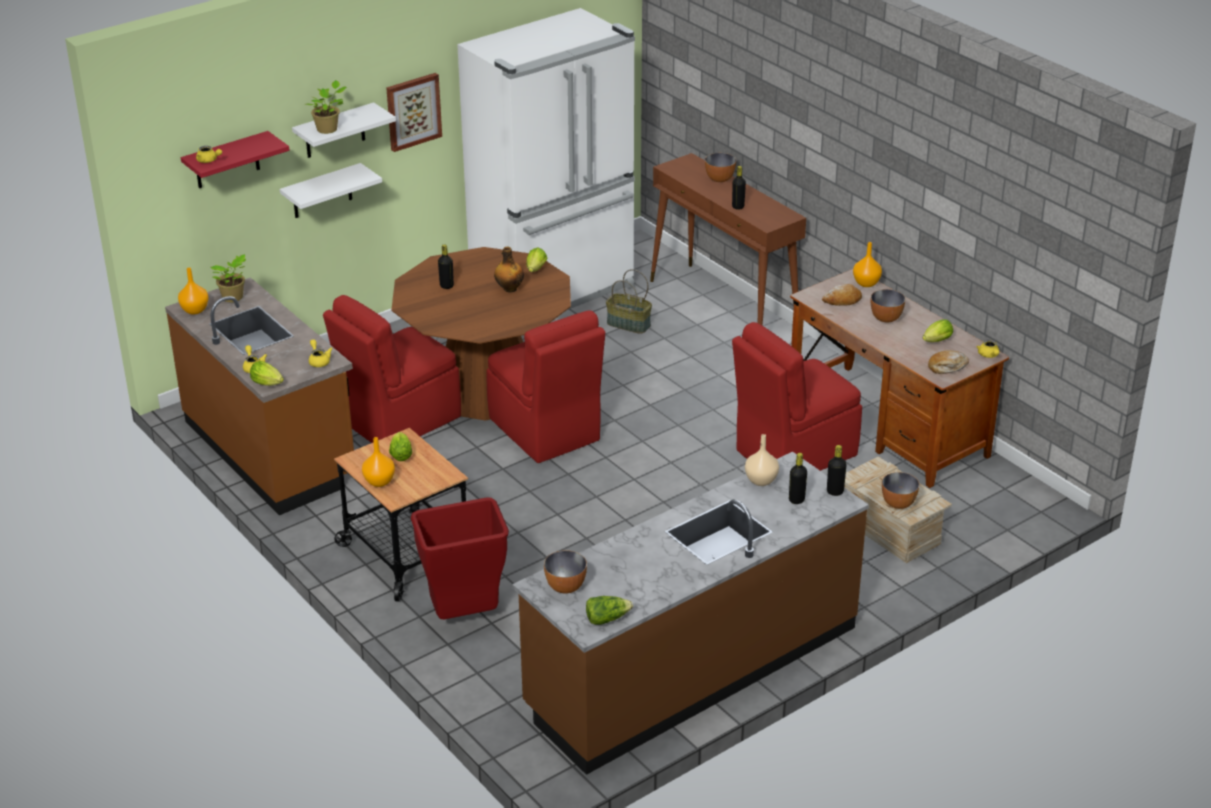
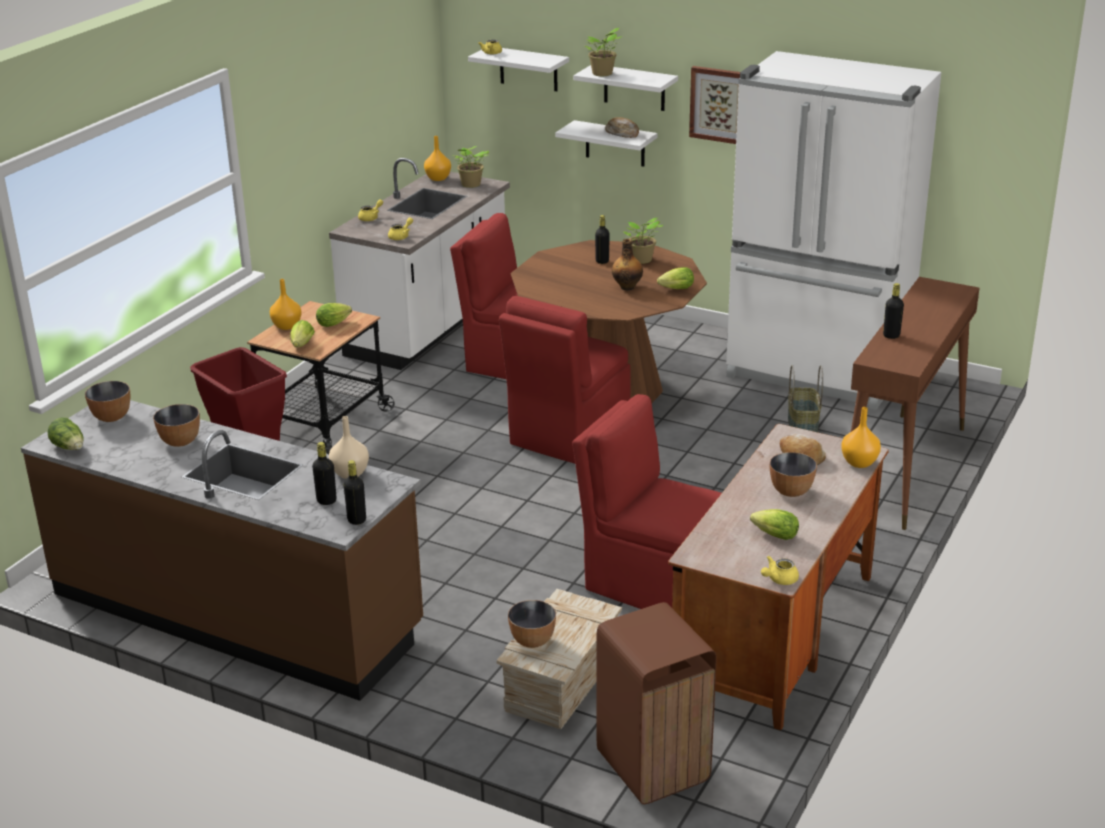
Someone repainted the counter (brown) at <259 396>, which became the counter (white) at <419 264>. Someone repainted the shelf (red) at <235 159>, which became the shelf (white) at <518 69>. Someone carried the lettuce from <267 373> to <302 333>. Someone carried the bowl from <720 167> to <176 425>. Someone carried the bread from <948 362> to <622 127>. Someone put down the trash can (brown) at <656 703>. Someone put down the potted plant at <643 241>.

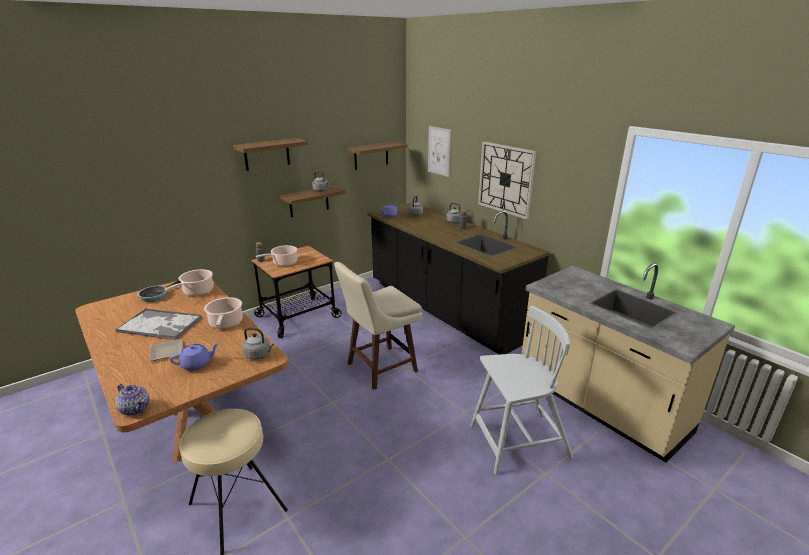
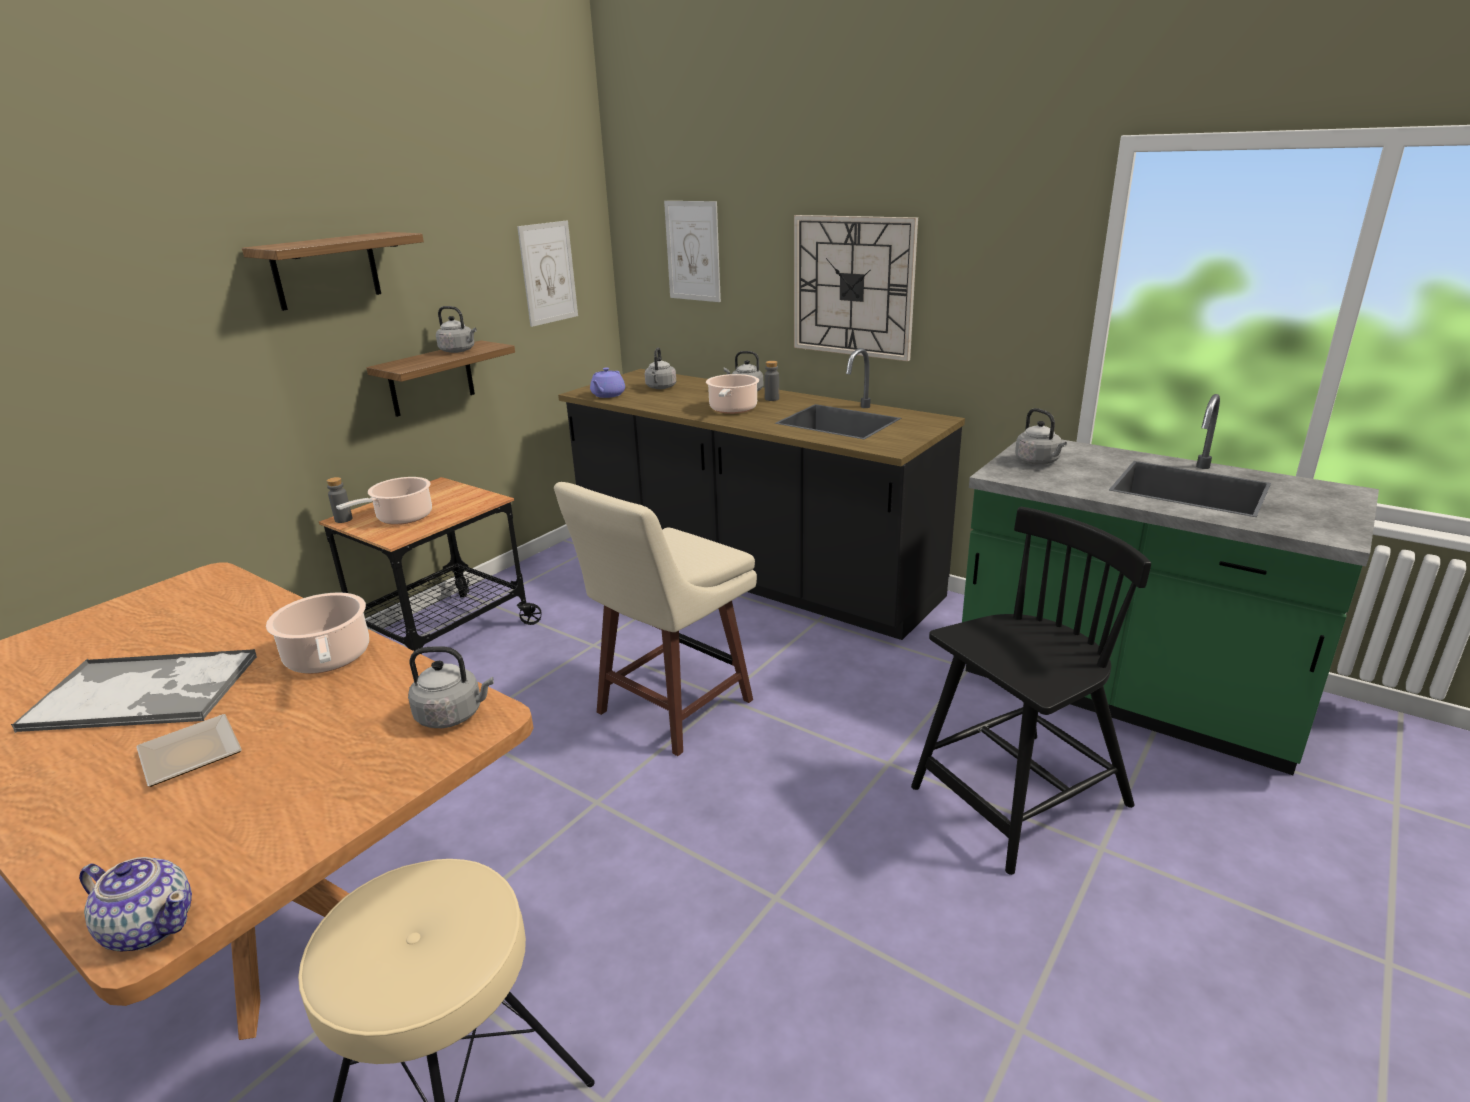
Someone took away the frying pan at <159 291>. Someone carried the cooking pot from <188 282> to <732 394>. Someone took away the teapot (purple) at <194 357>. Someone swapped the shelf at <377 155> for the picture at <547 273>. Someone repainted the chair (white) at <521 390>, which became the chair (black) at <1031 691>. Someone repainted the counter (beige) at <628 363>, which became the counter (green) at <1170 584>. Someone put down the kettle (grey) at <1041 436>.

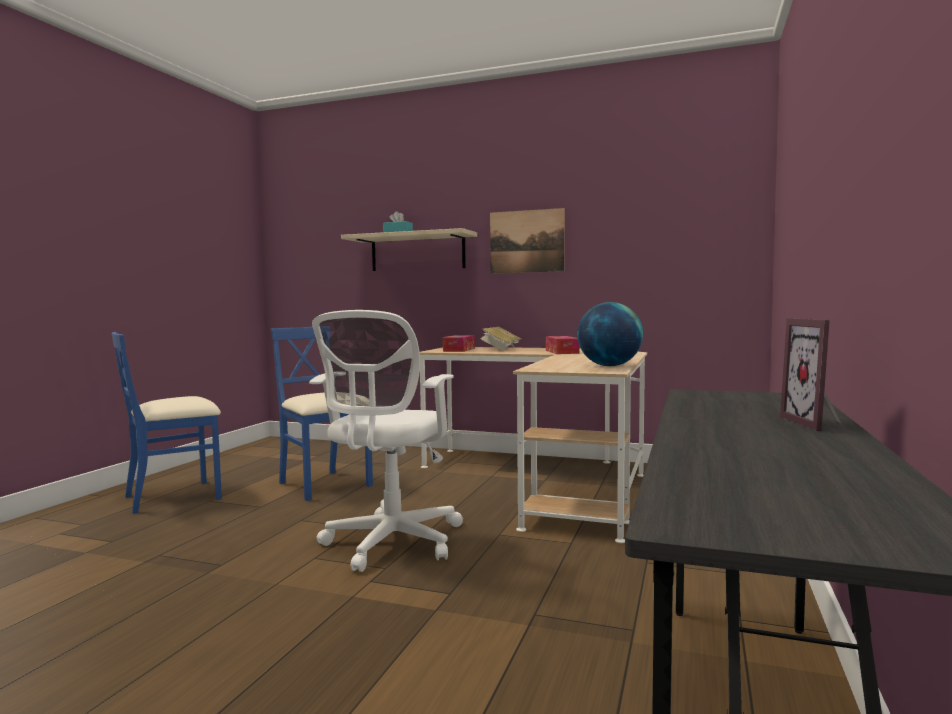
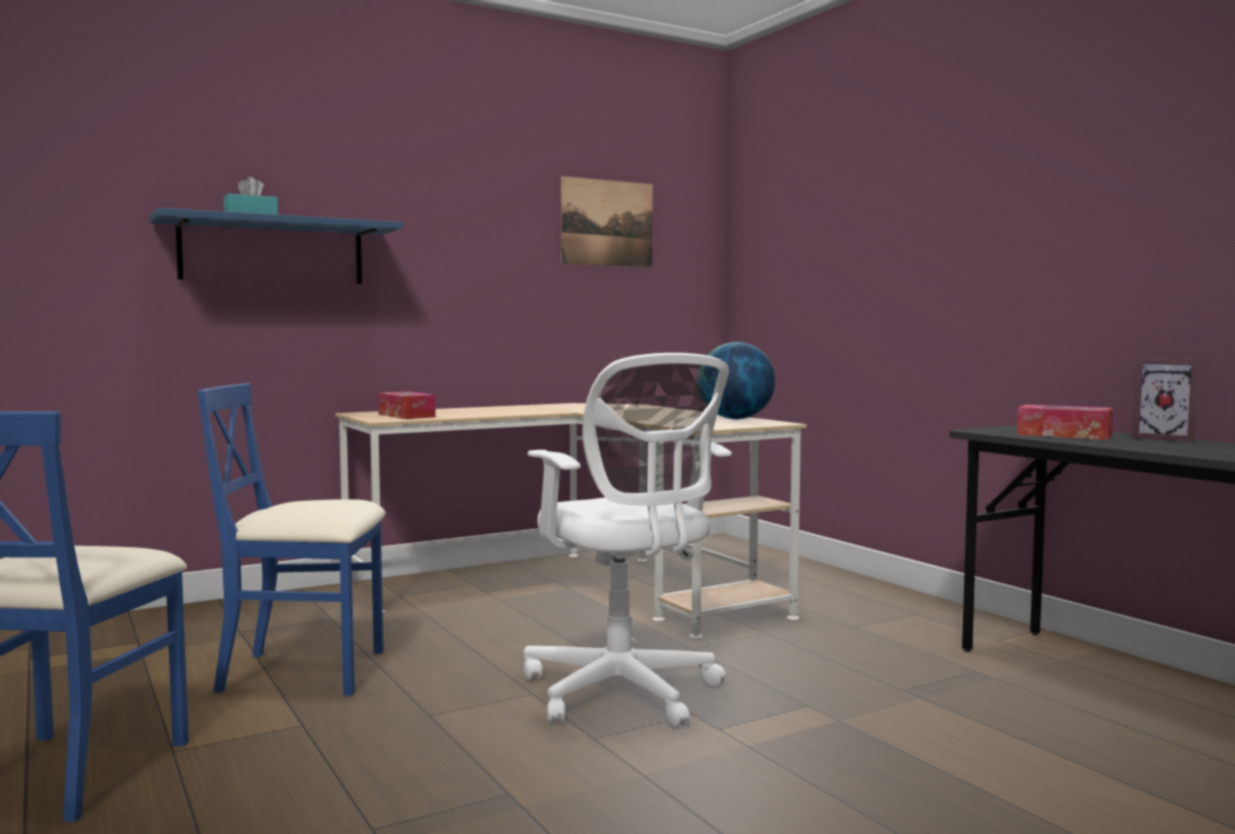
Someone repainted the shelf (beige) at <409 249>, which became the shelf (blue) at <276 246>. Someone took away the book at <500 339>. Someone carried the picture from <527 241> to <607 221>. Someone carried the tissue box from <562 345> to <1065 422>.

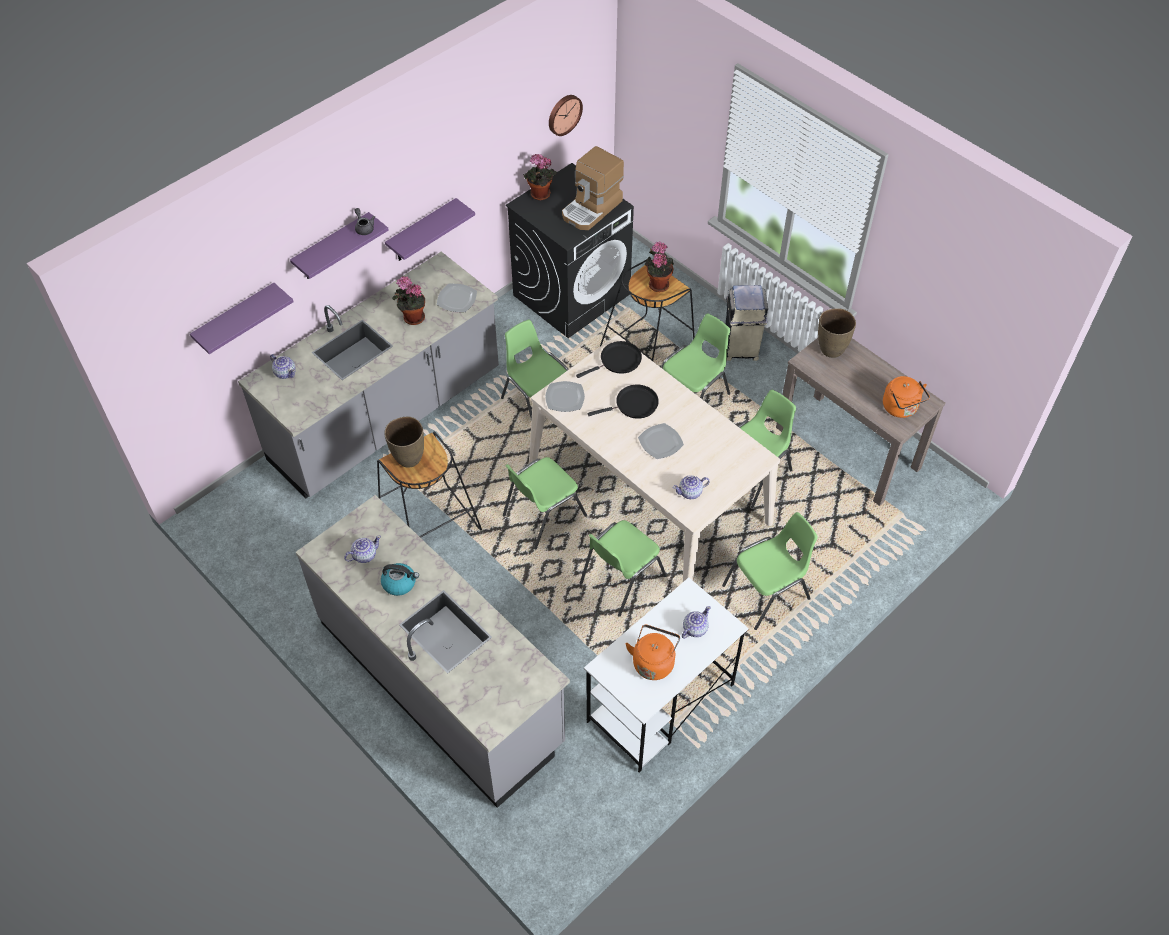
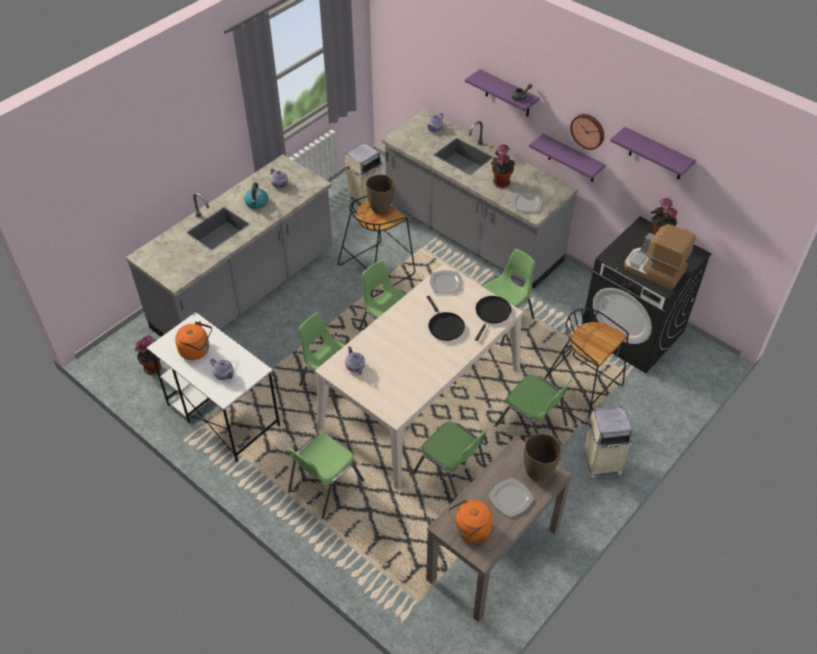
Someone carried the shelf (purple) from <242 318> to <653 153>. Someone carried the wall clock from <566 115> to <587 132>. Someone rotated the frying pan (black) at <609 359> by 120 degrees counterclockwise. Someone carried the plate from <661 441> to <511 497>. Someone carried the potted plant from <659 267> to <148 354>. Someone rotated the chair (green) at <770 571> by 75 degrees clockwise. Someone put down the trash can (beige) at <363 174>.

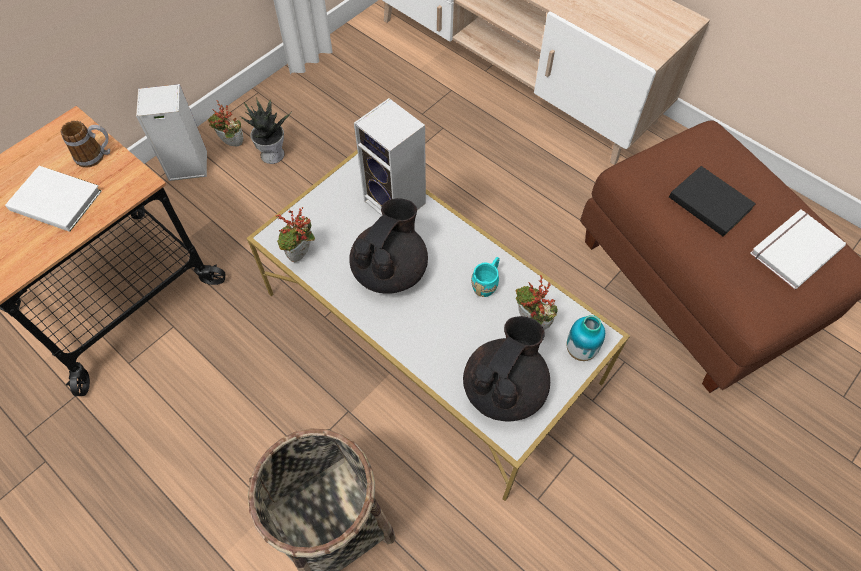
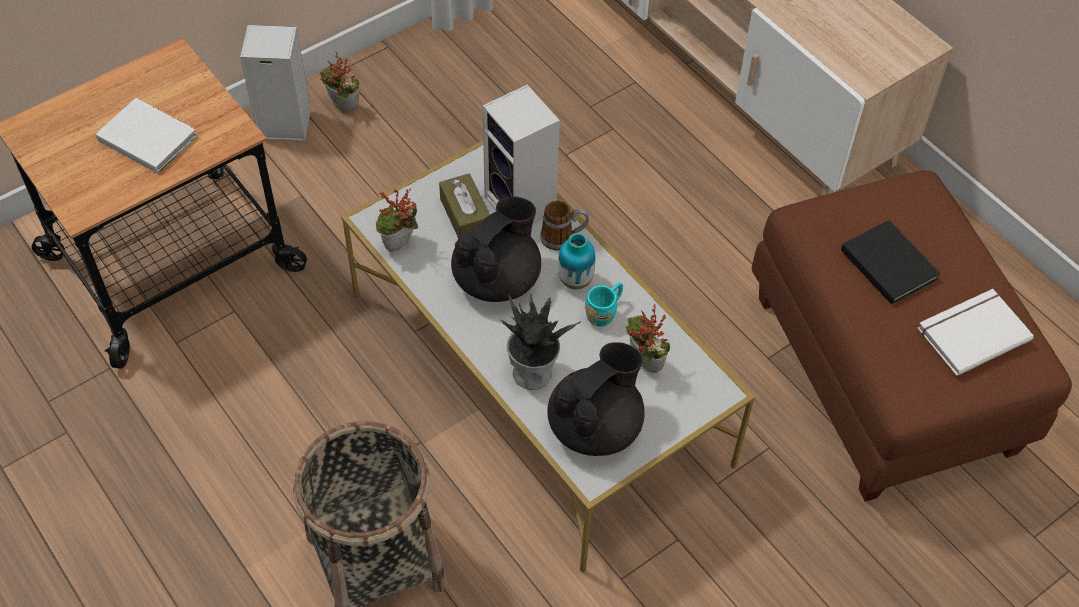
Someone carried the mug from <85 144> to <564 225>. Someone carried the potted plant from <266 130> to <541 342>. Someone carried the vase from <586 338> to <576 261>. Someone put down the tissue box (brown) at <464 206>.

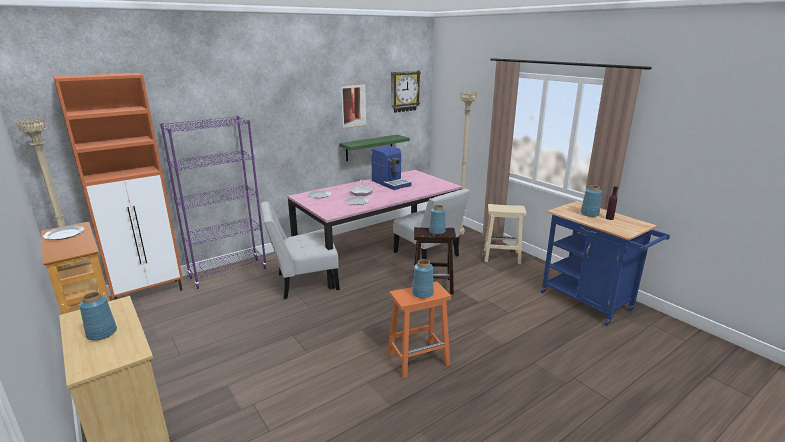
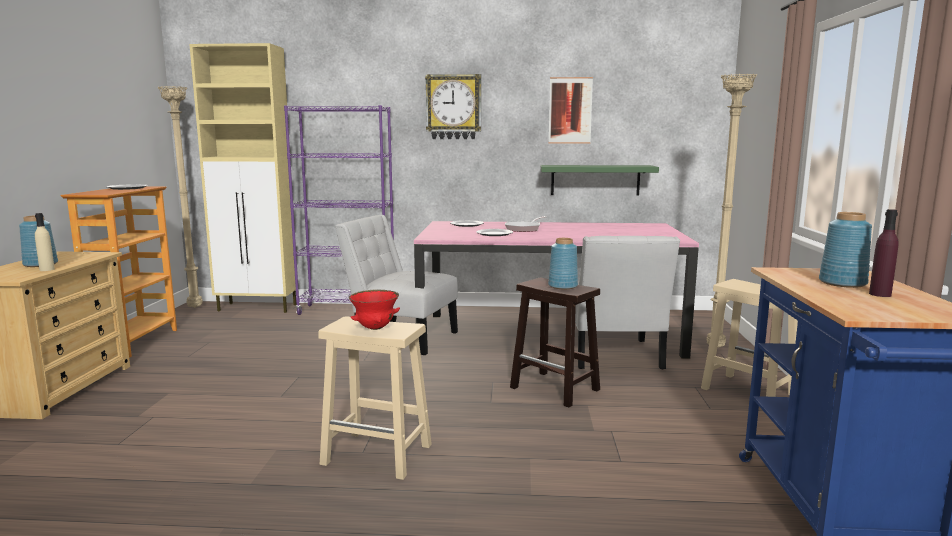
Someone repainted the cabinet (orange) at <118 186>, which became the cabinet (beige) at <242 178>. Someone took away the coffee machine at <391 168>. Someone repainted the stool (orange) at <419 330>, which became the stool (beige) at <375 398>. Someone carried the wall clock from <406 92> to <453 106>. Someone swapped the vase (blue) at <423 279> for the bowl (red) at <374 310>. Someone put down the bottle (beige) at <45 242>.

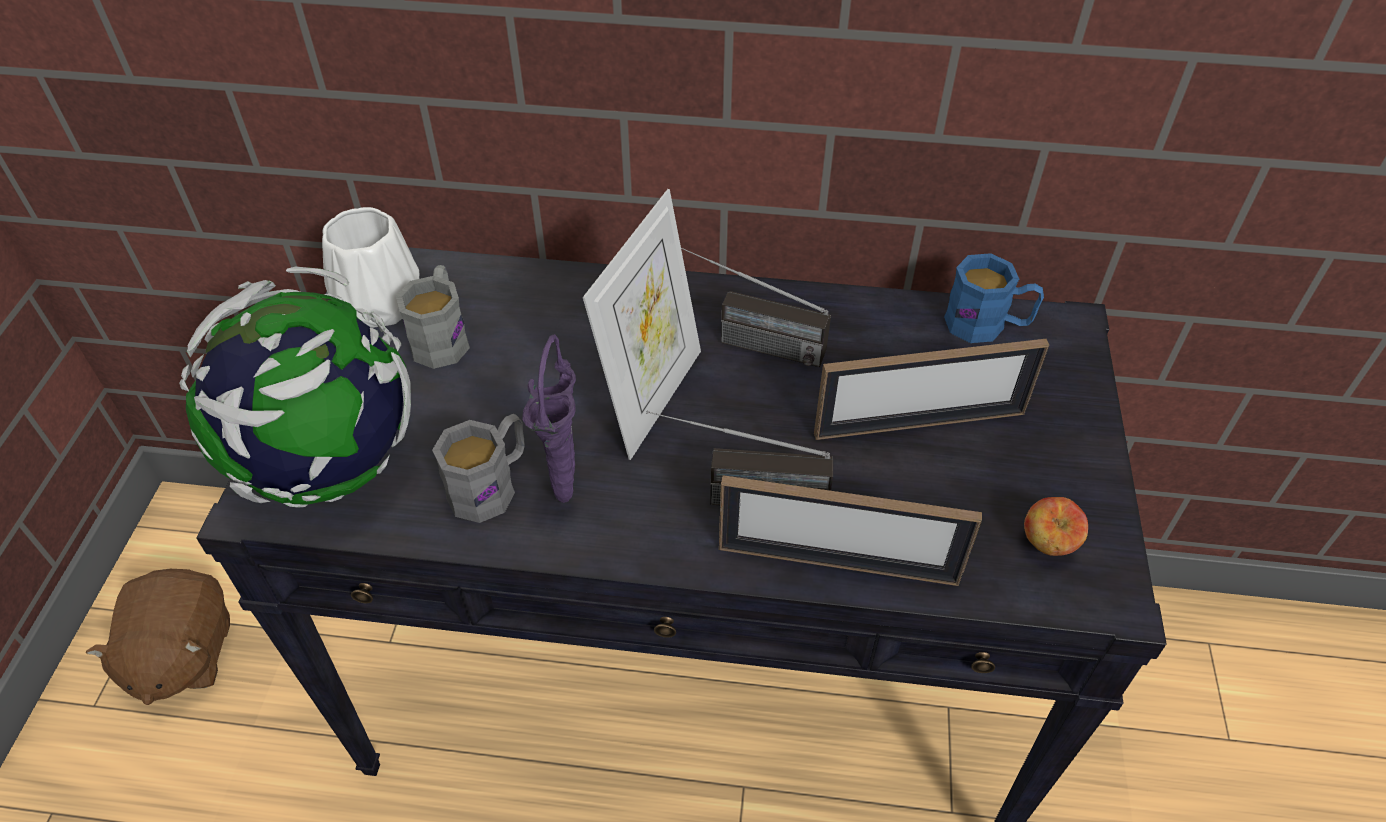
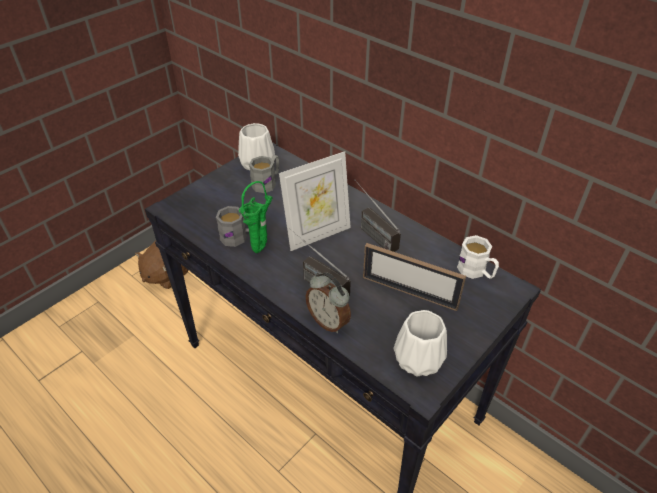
Someone took away the globe at <295 387>. Someone repainted the vase (purple) at <549 418>, which became the vase (green) at <256 217>. Someone swapped the picture frame at <850 530> for the alarm clock at <328 302>. Someone repainted the mug (blue) at <994 298>, which became the mug (white) at <478 257>. Someone swapped the apple at <1056 526> for the vase (white) at <420 343>.

